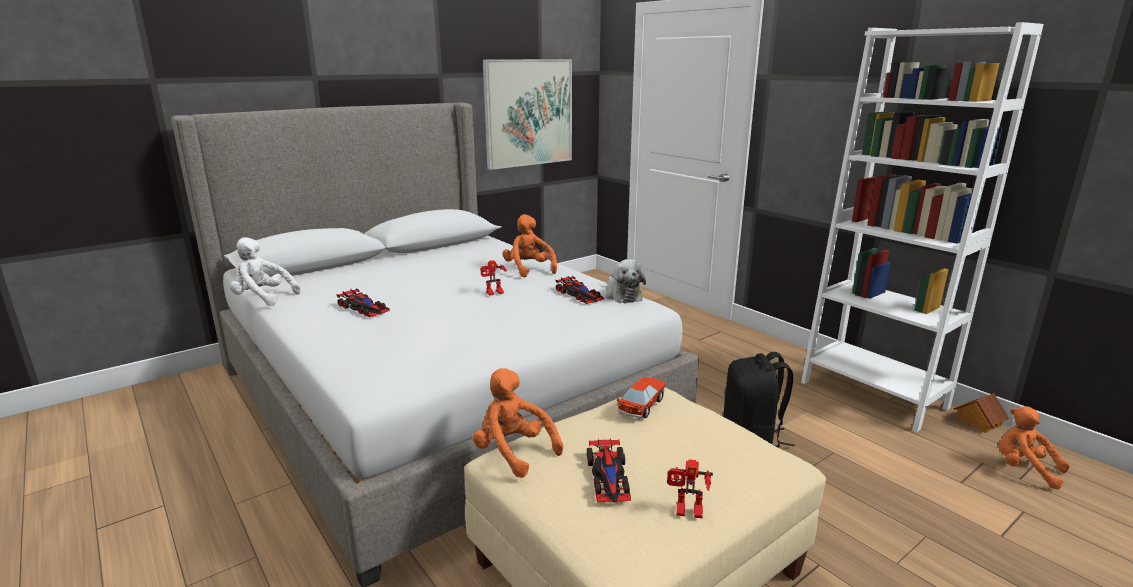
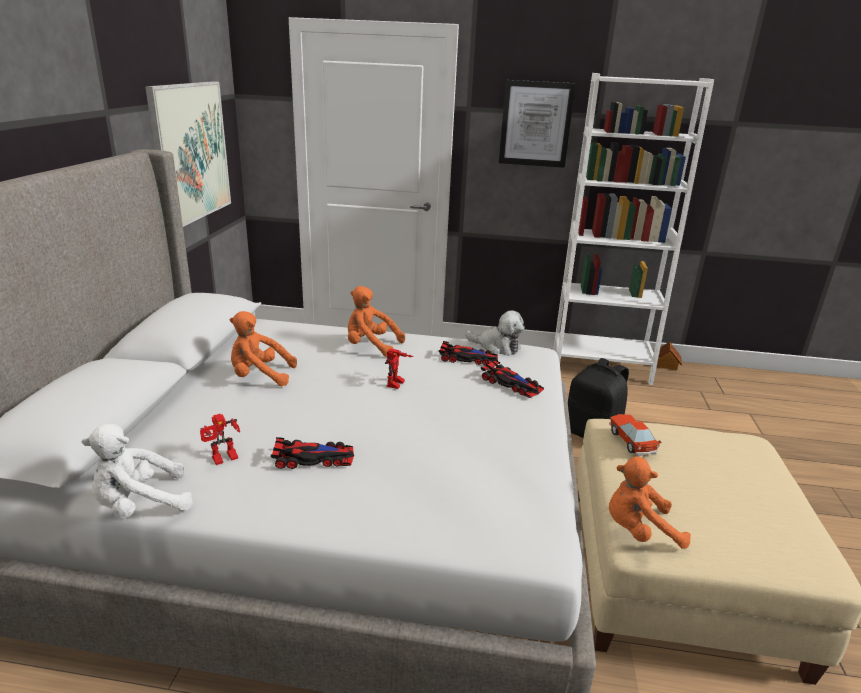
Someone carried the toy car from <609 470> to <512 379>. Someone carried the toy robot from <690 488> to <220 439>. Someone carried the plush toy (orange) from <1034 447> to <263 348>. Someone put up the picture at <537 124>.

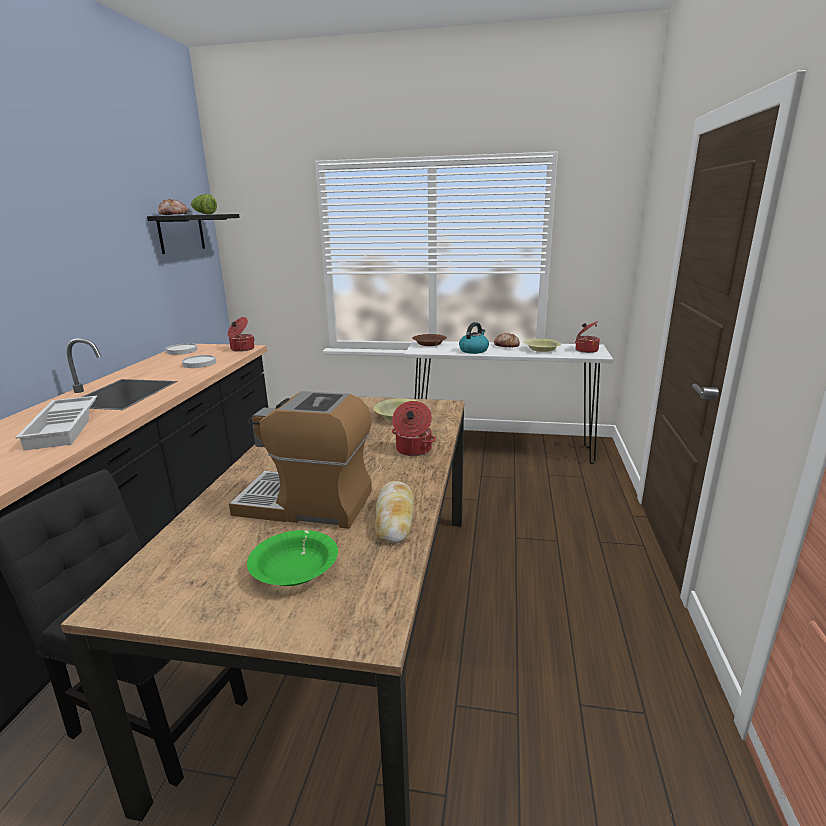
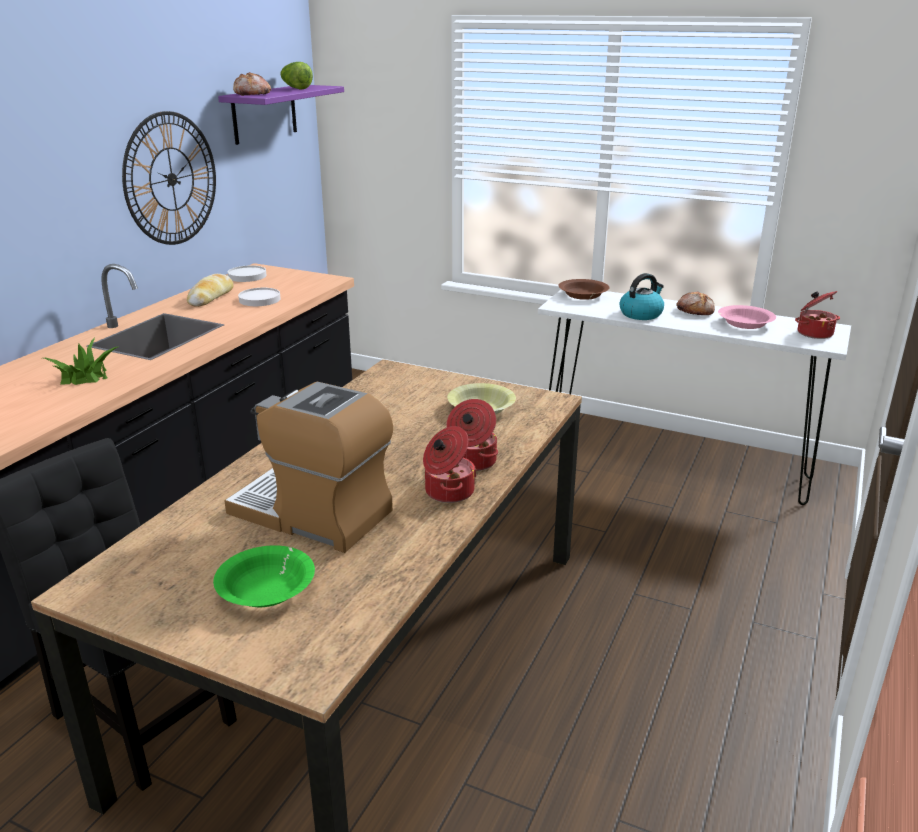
Someone swapped the tray (white) at <56 423> for the potted plant at <81 361>. Someone repainted the shelf (black) at <193 234>, which became the shelf (purple) at <281 115>. Someone carried the cooking pot from <241 334> to <450 464>. Someone carried the bread from <394 512> to <210 290>. Someone repainted the bowl (yellow) at <543 345>, which became the bowl (pink) at <747 317>. Someone put up the wall clock at <169 178>.

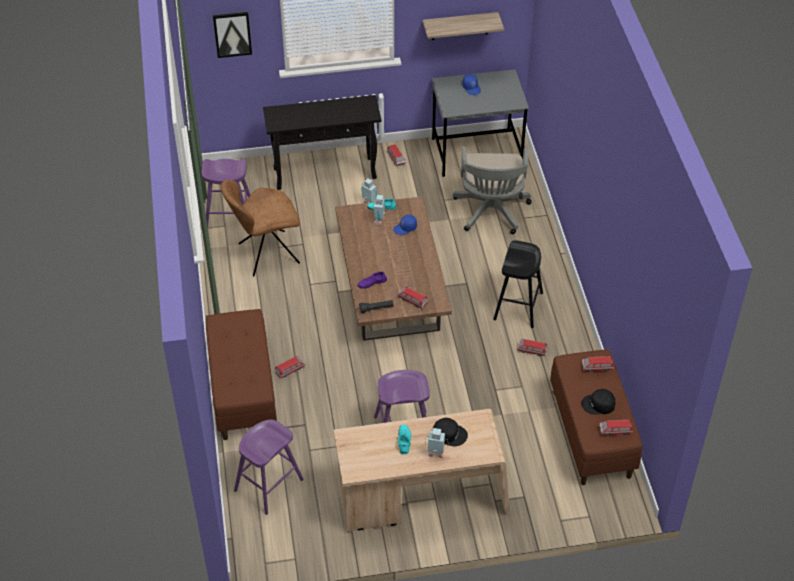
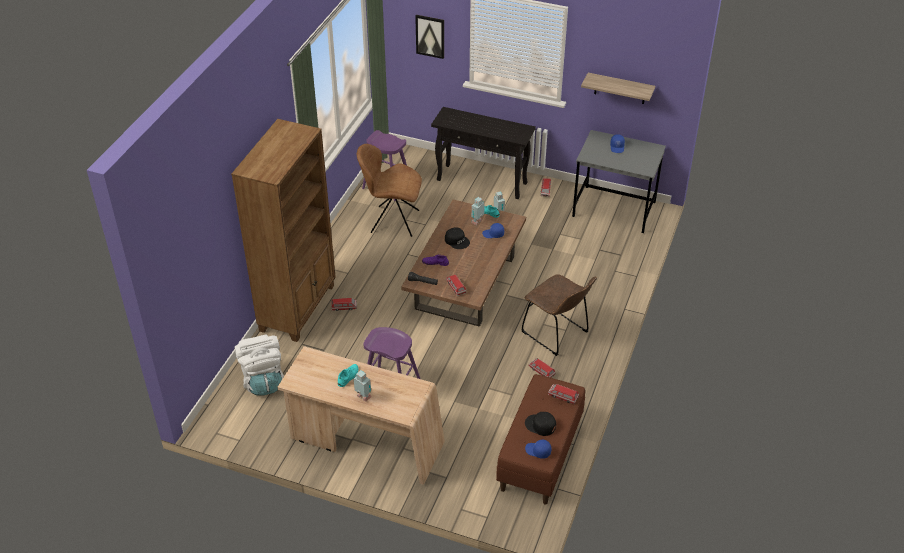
Someone swapped the bench (brown) at <241 374> for the bookcase (brown) at <283 230>. Someone swapped the stool (purple) at <269 467> for the backpack (white) at <259 364>. Someone carried the cap (black) from <450 432> to <457 238>. Someone took away the office chair (grey) at <492 190>. Someone swapped the stool (black) at <518 284> for the chair (brown) at <559 315>. Someone swapped the toy car at <616 427> for the cap (blue) at <538 449>.

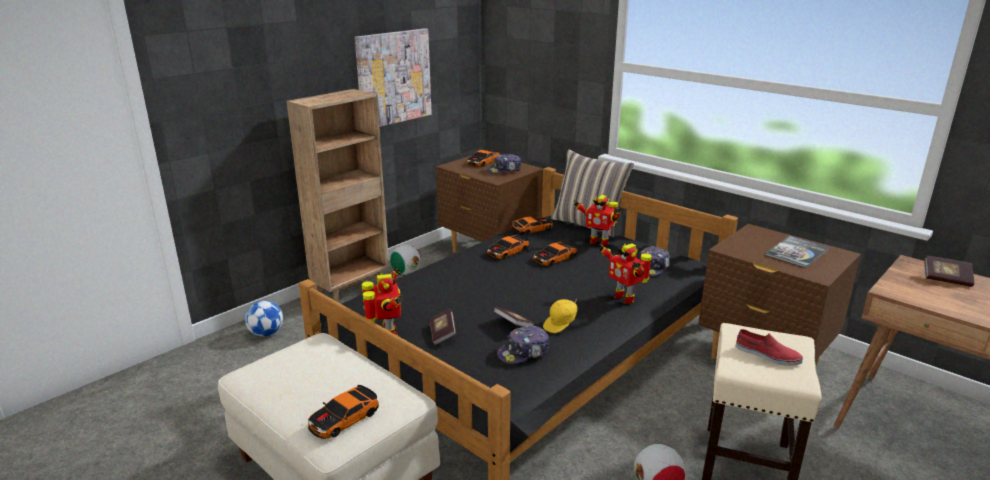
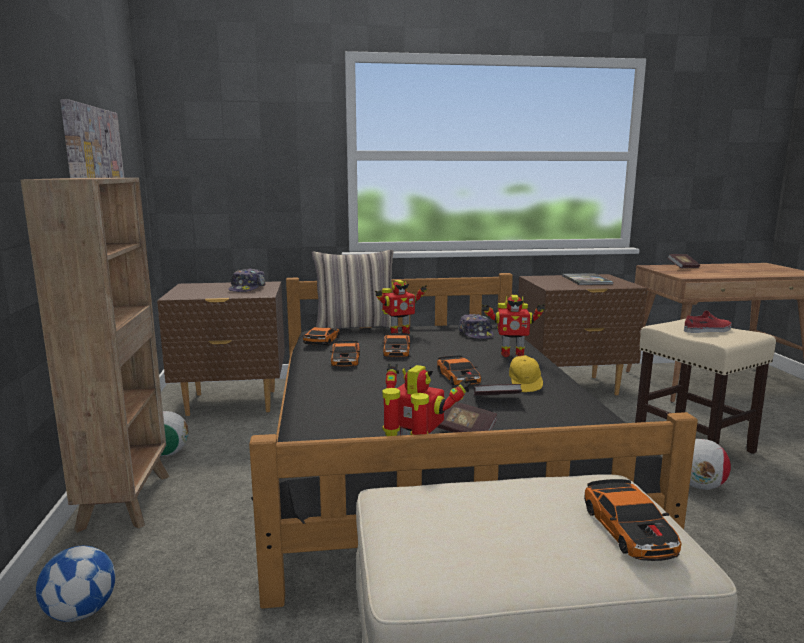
Someone carried the toy car from <483 158> to <459 371>. Someone took away the cap at <523 345>.

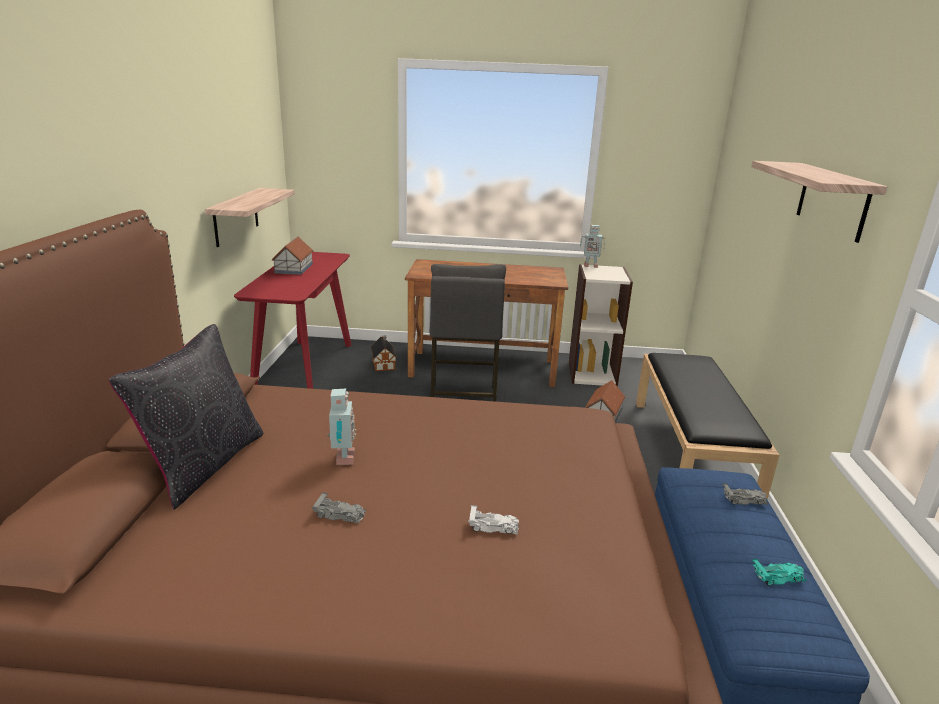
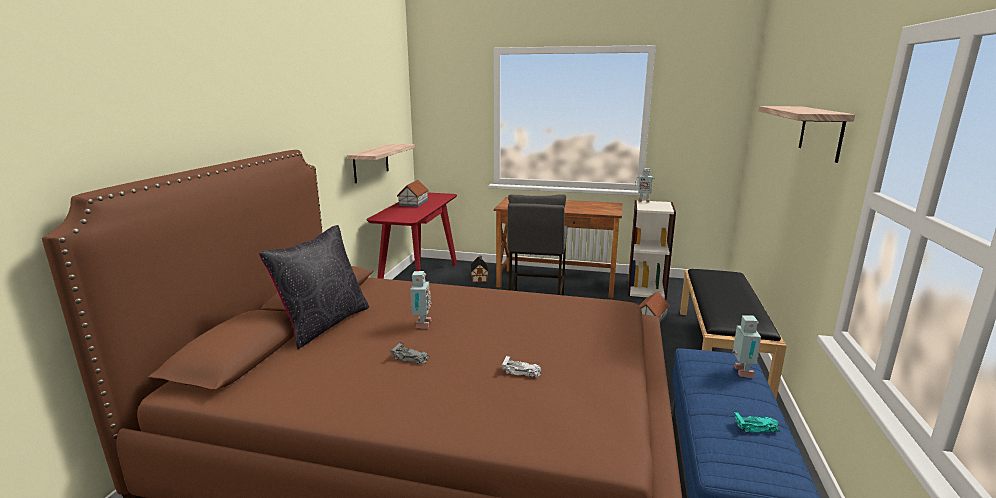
Someone swapped the toy car (grey) at <745 494> for the toy robot at <746 346>.

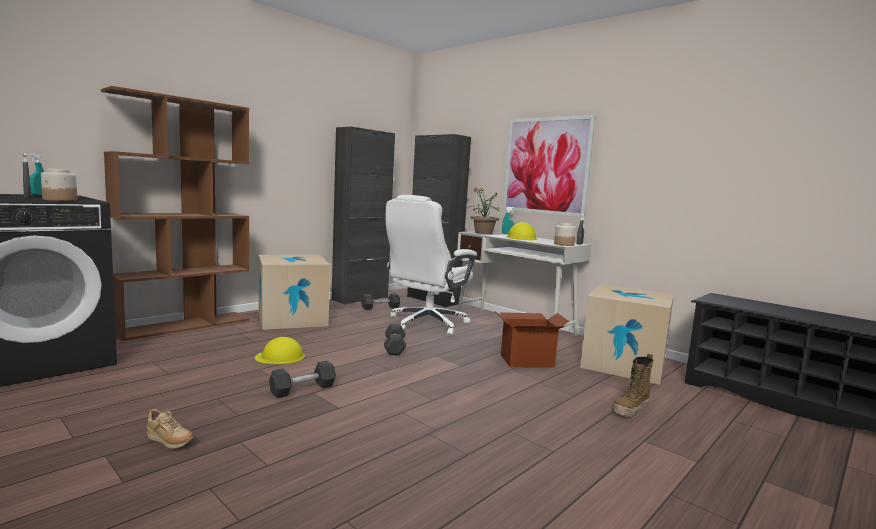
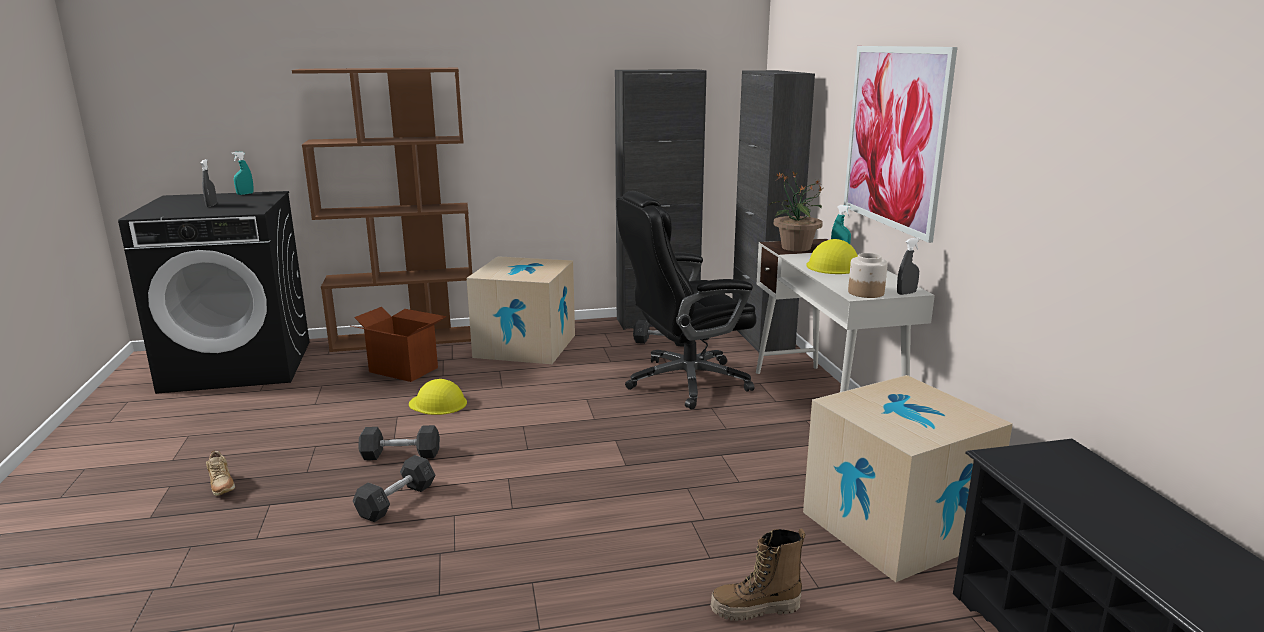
Someone took away the jar at <59 185>. Someone carried the dumbbell (grey) from <395 339> to <394 488>. Someone repainted the office chair (white) at <431 265>, which became the office chair (black) at <686 300>. Someone carried the cardboard box from <533 340> to <398 344>.

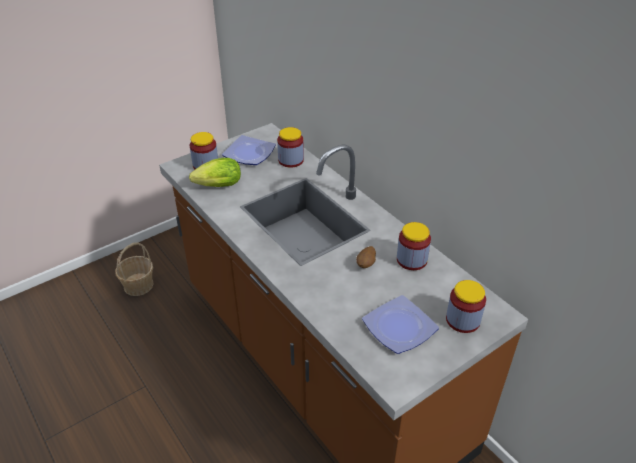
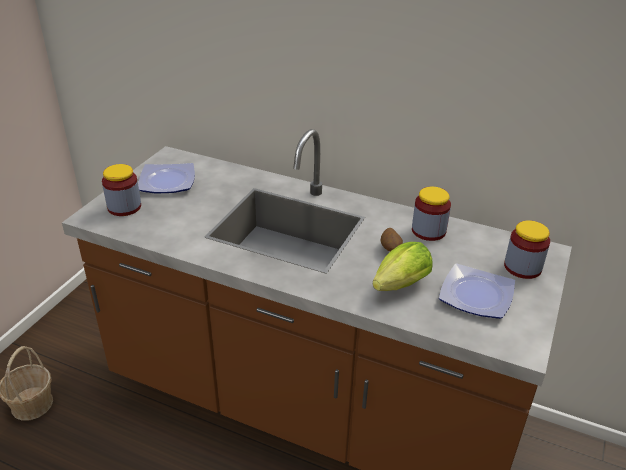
Someone carried the lettuce from <215 172> to <402 266>. Someone took away the jar at <290 147>.

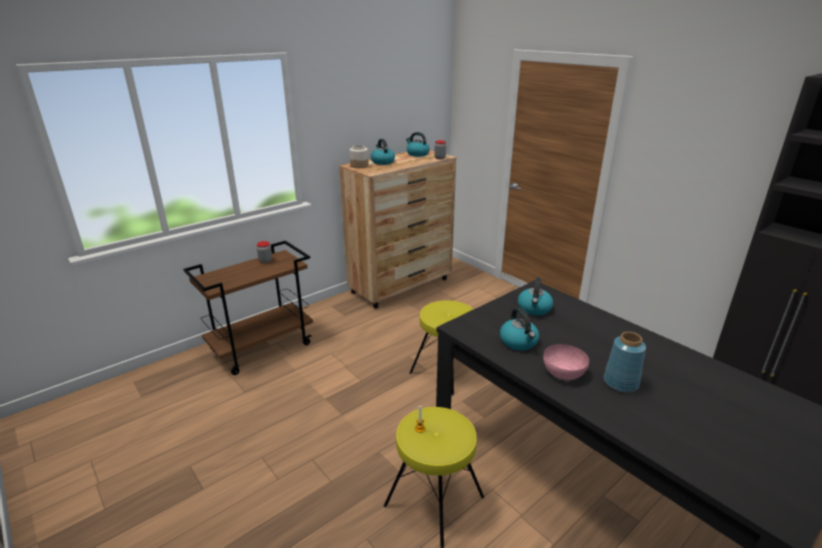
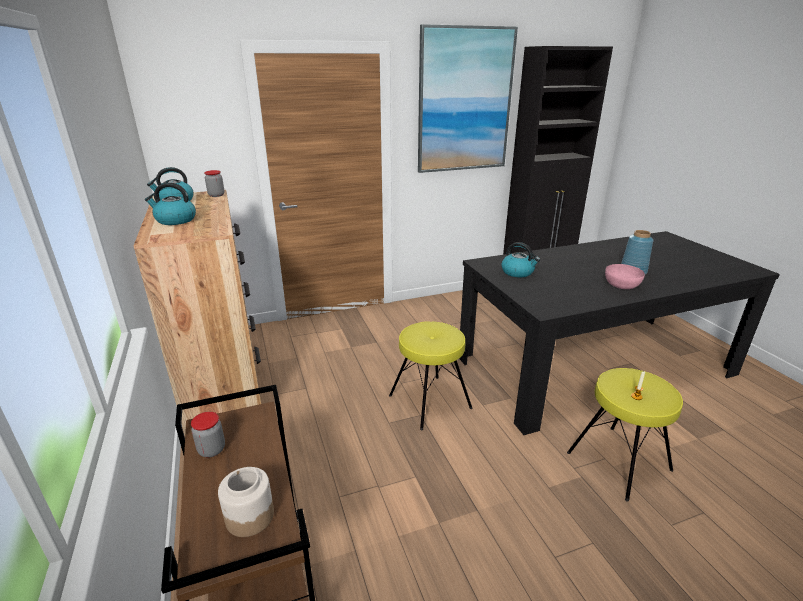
Someone carried the jar from <359 156> to <246 502>. Someone took away the kettle at <519 329>. Someone put up the picture at <468 98>.

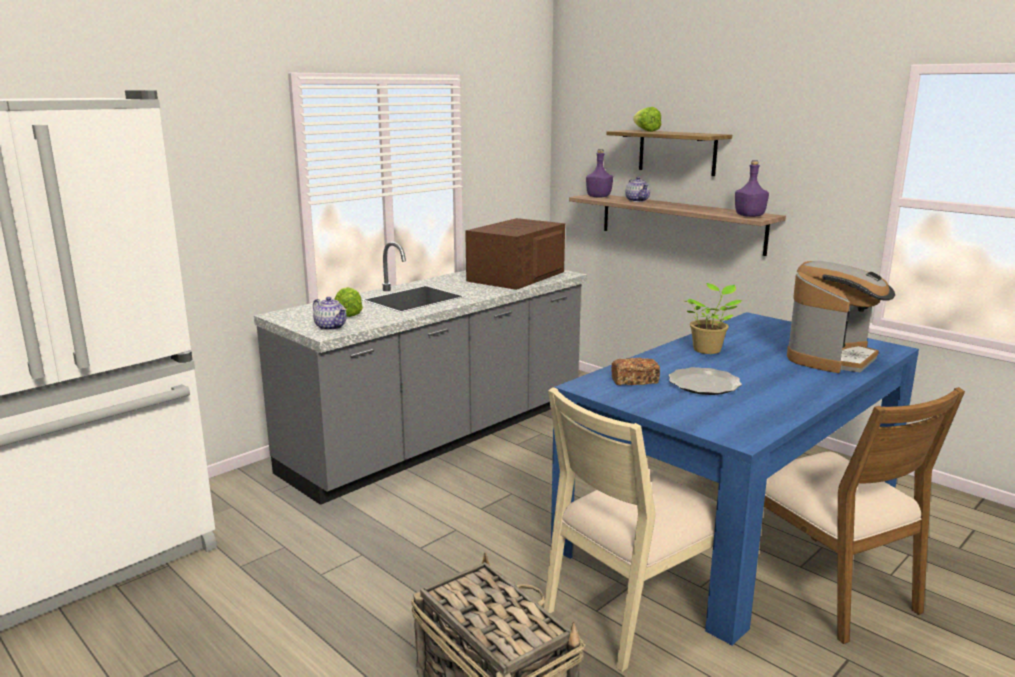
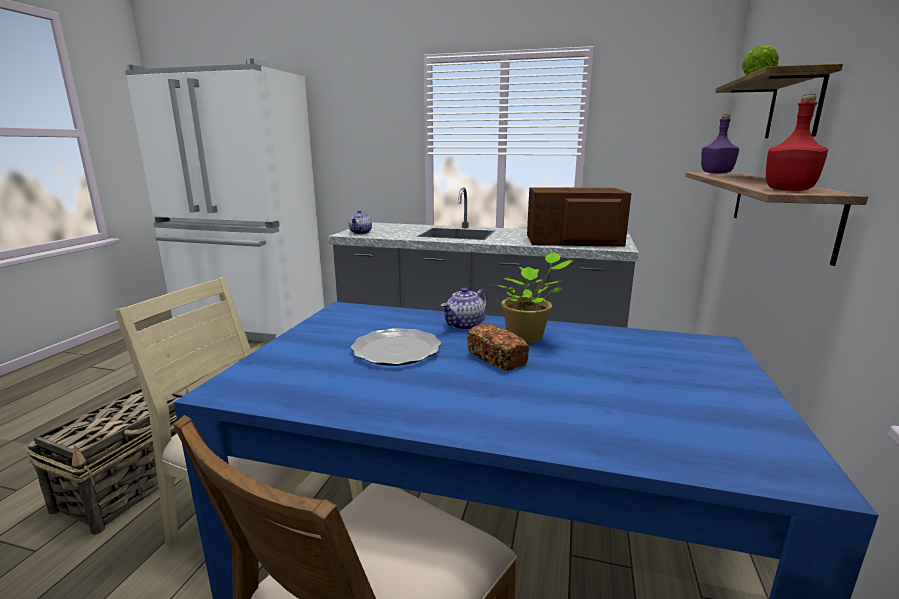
Someone took away the lettuce at <348 302>. Someone carried the bread from <635 371> to <498 347>. Someone carried the teapot from <637 189> to <464 309>. Someone repainted the bottle (purple) at <752 188>, which became the bottle (red) at <797 142>. Someone took away the coffee machine at <841 317>.

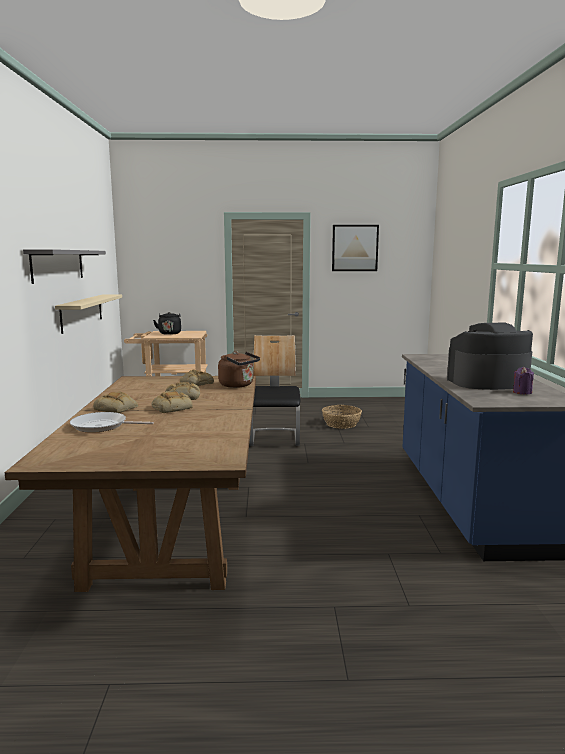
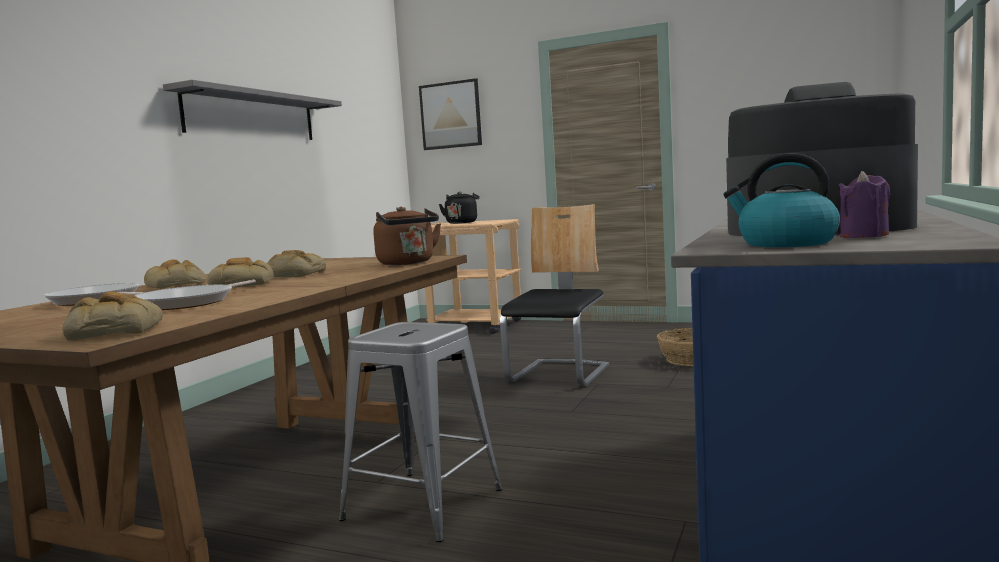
Someone took away the shelf (beige) at <88 314>. Someone carried the bread from <197 377> to <112 315>. Someone carried the picture from <355 248> to <450 114>. Someone put down the frying pan at <195 295>. Someone put down the stool (grey) at <420 432>. Someone put down the kettle at <782 200>.

